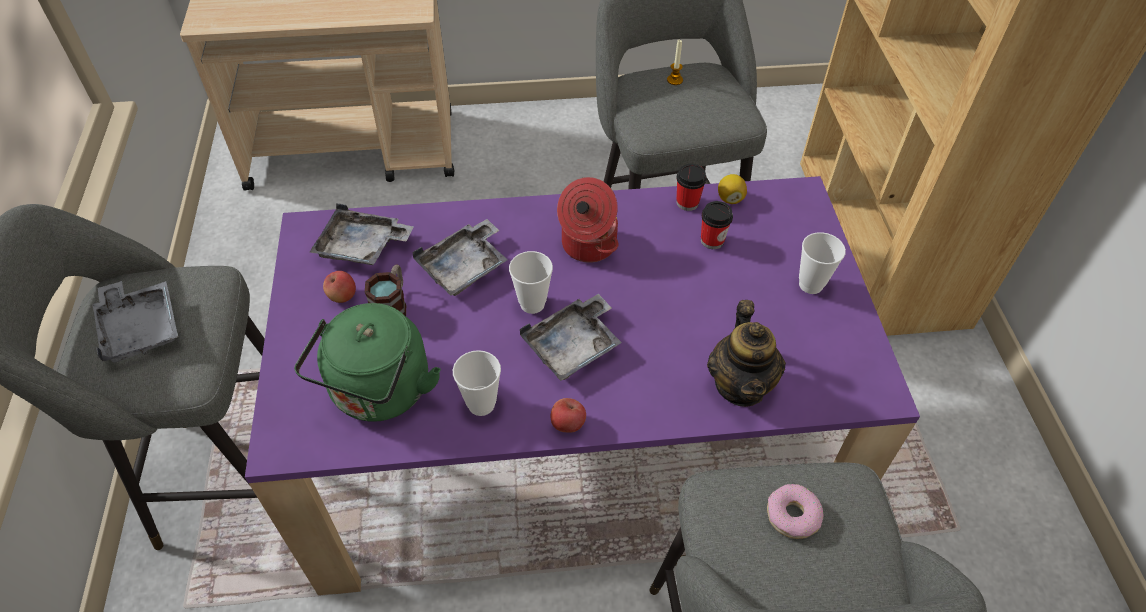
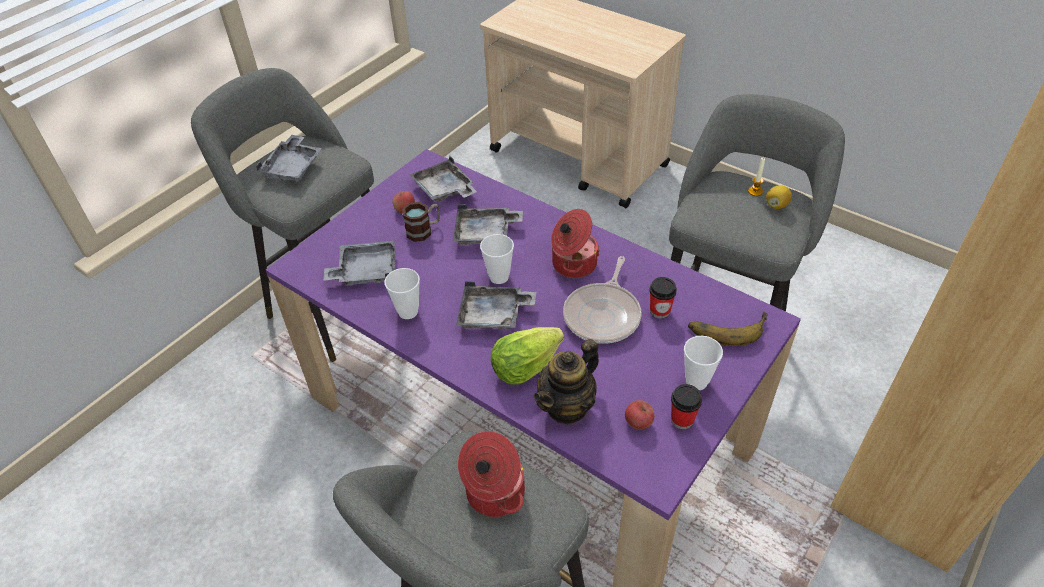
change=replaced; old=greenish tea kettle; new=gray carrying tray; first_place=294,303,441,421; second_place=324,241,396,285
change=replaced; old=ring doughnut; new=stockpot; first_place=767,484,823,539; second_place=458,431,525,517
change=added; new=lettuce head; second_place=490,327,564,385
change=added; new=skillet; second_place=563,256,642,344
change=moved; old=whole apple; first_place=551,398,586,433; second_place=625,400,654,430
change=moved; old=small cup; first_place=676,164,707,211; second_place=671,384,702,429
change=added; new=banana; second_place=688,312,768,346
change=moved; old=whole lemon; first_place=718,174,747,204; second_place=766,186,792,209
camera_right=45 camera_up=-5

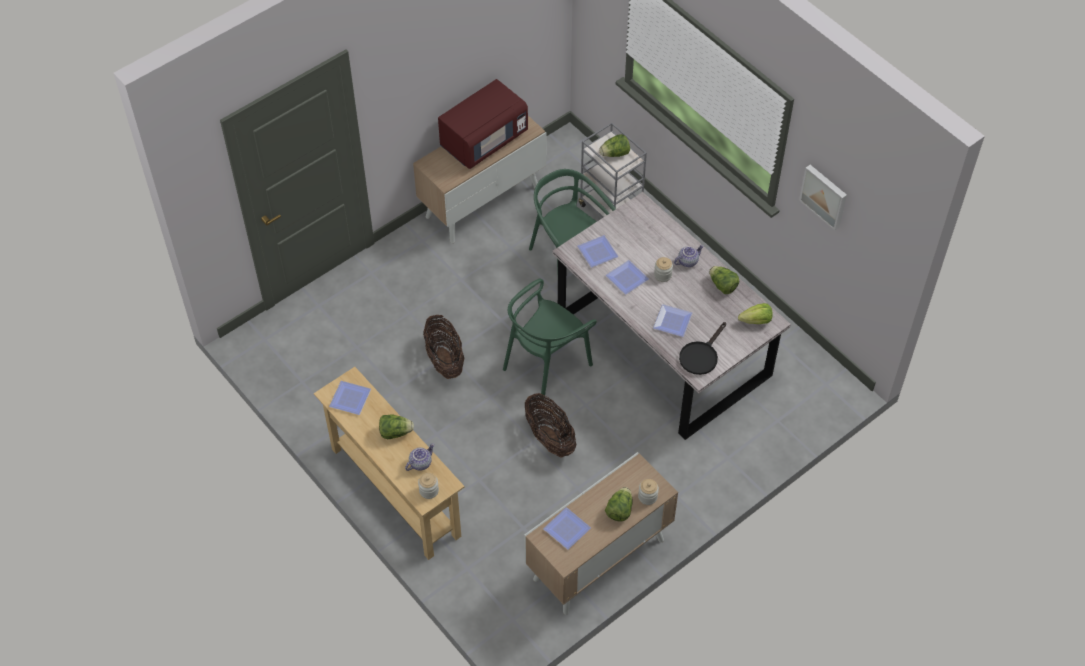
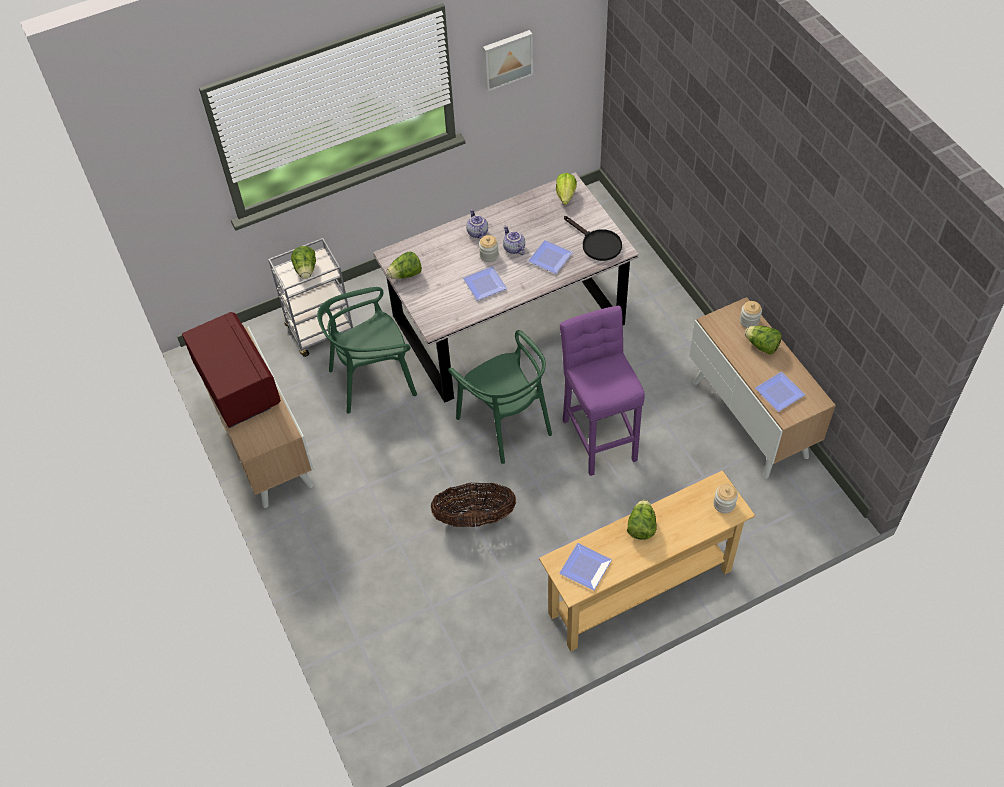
change=moved; old=lettuce head; first_place=709,266,739,294; second_place=387,251,422,279
change=moved; old=teapot; first_place=405,443,435,471; second_place=503,226,525,255
change=replaced; old=basket; new=purple-coloured stool seat; first_place=525,393,576,458; second_place=560,305,644,476
change=removed; old=dinner plate; first_place=578,235,618,268
camera_right=-75 camera_up=0

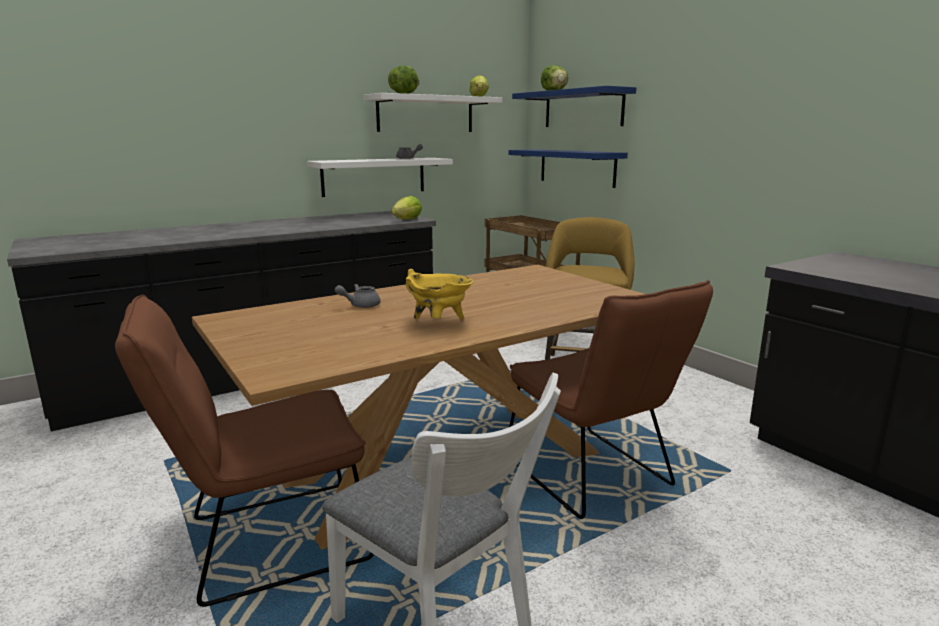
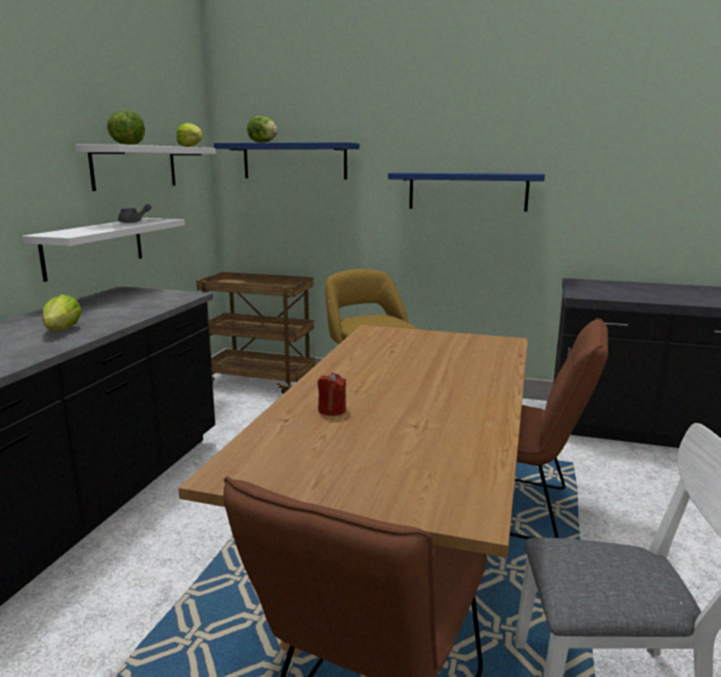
change=moved; old=lettuce head; first_place=392,196,422,219; second_place=43,294,82,331
change=replaced; old=gray teapot; new=red wax candle; first_place=335,284,381,308; second_place=318,372,346,416
change=moved; old=bluish bracket shelf; first_place=508,149,628,188; second_place=388,172,545,212
change=removed; old=yellow-coloured stockpot; first_place=406,269,473,319
camera_right=-40 camera_up=0

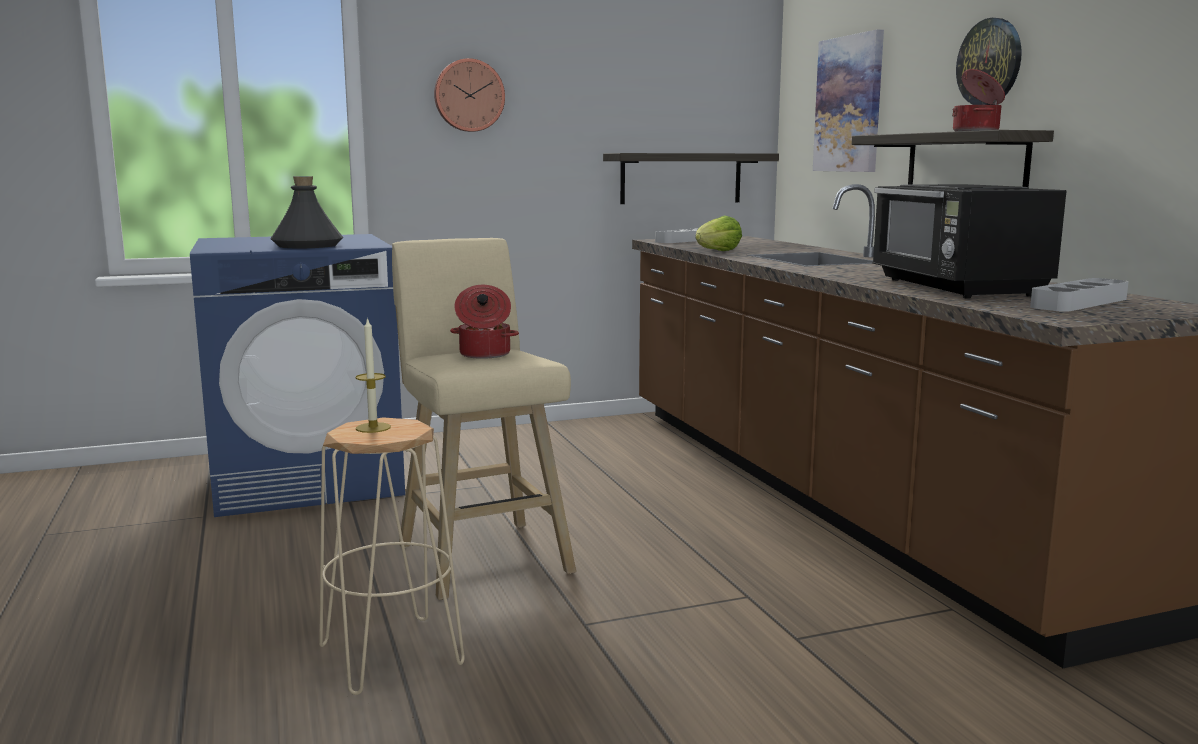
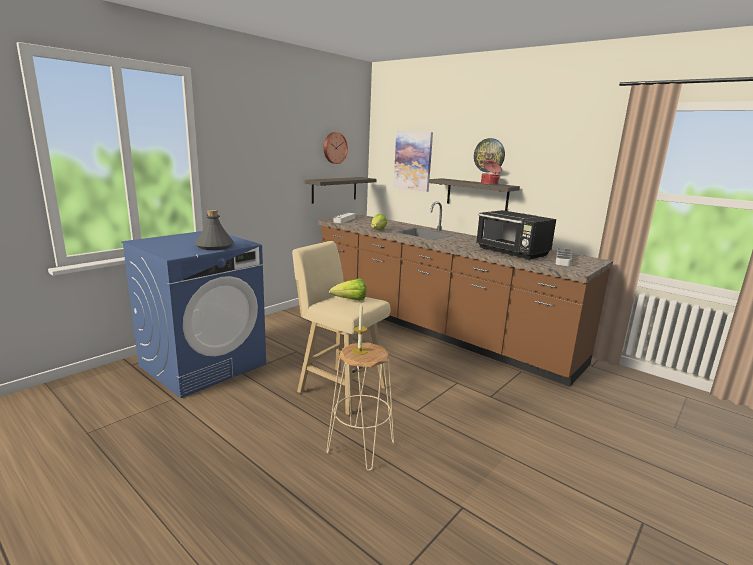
change=moved; old=clock on the wall; first_place=434,58,505,132; second_place=324,132,348,164
change=replaced; old=stockpot; new=lettuce head; first_place=450,285,519,359; second_place=329,279,366,301
camera_right=-30 camera_up=5

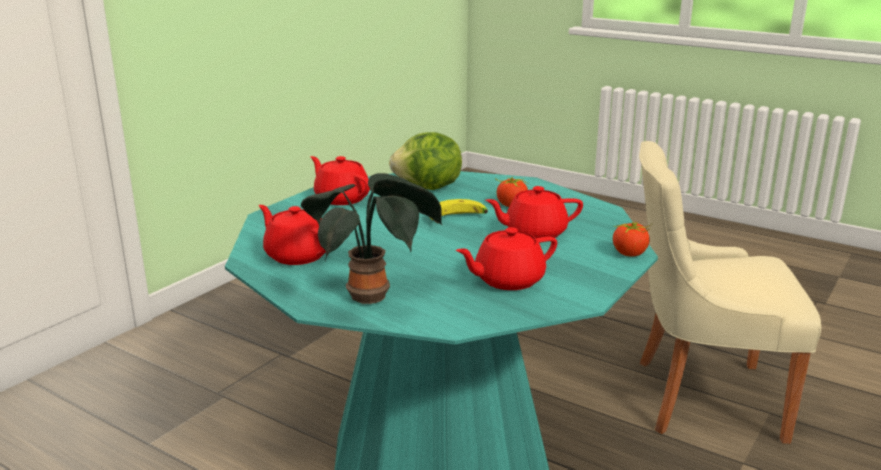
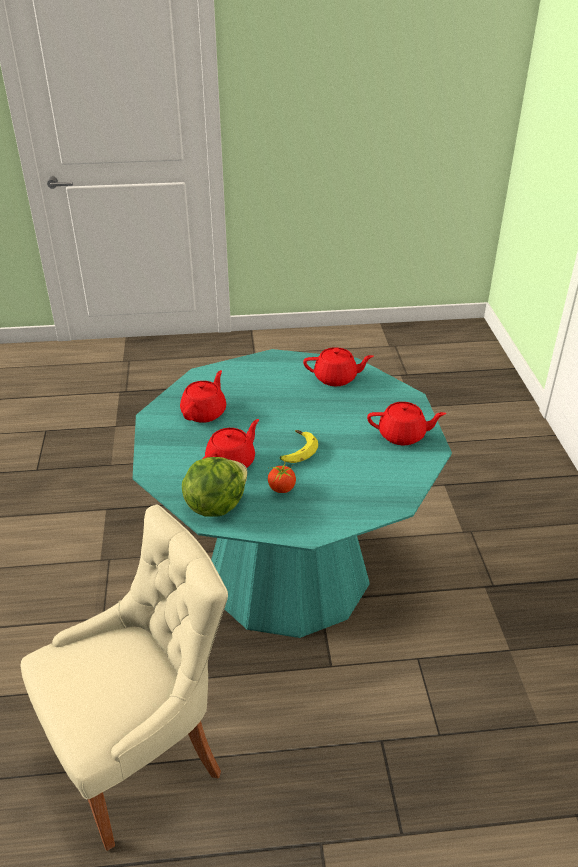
change=moved; old=lettuce head; first_place=389,132,462,190; second_place=182,457,247,517
change=removed; old=plant in a pot; first_place=301,173,443,304
change=removed; old=tomato; first_place=613,222,652,257
camera_right=140 camera_up=15

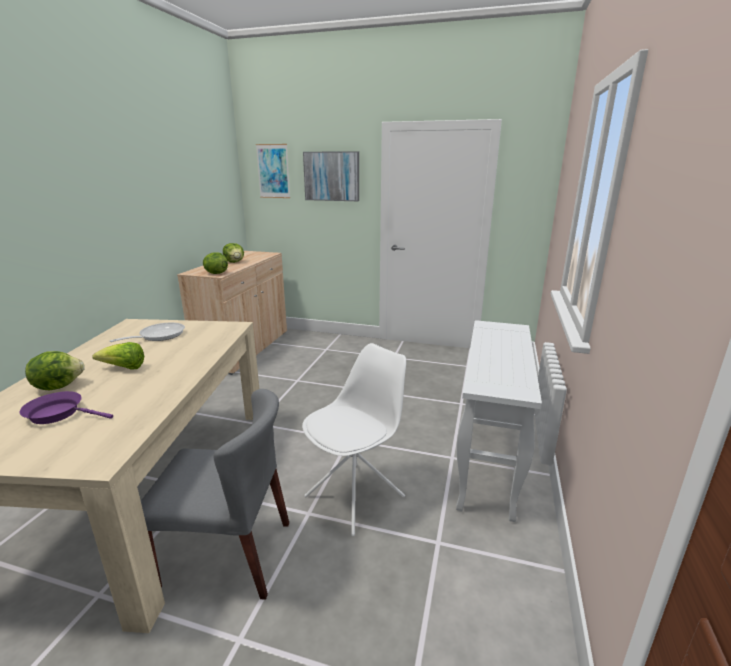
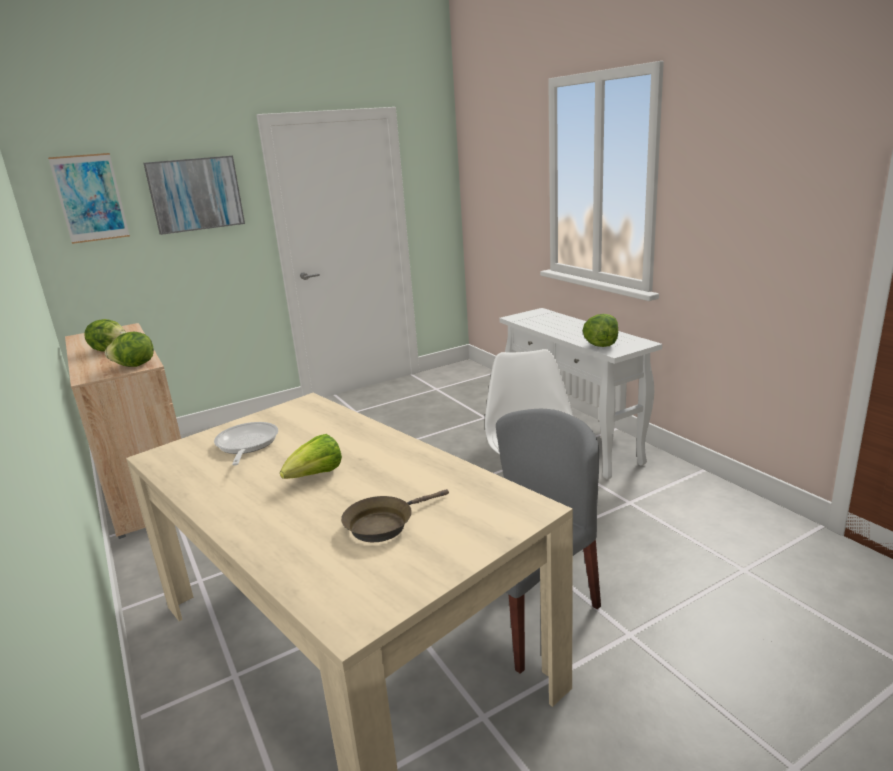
change=recoloured; old=purple-coloured skillet; new=brownish skillet; first_place=19,391,113,424; second_place=341,489,449,542
change=moved; old=lettuce head; first_place=25,351,85,390; second_place=583,314,618,347
camera_right=-45 camera_up=0

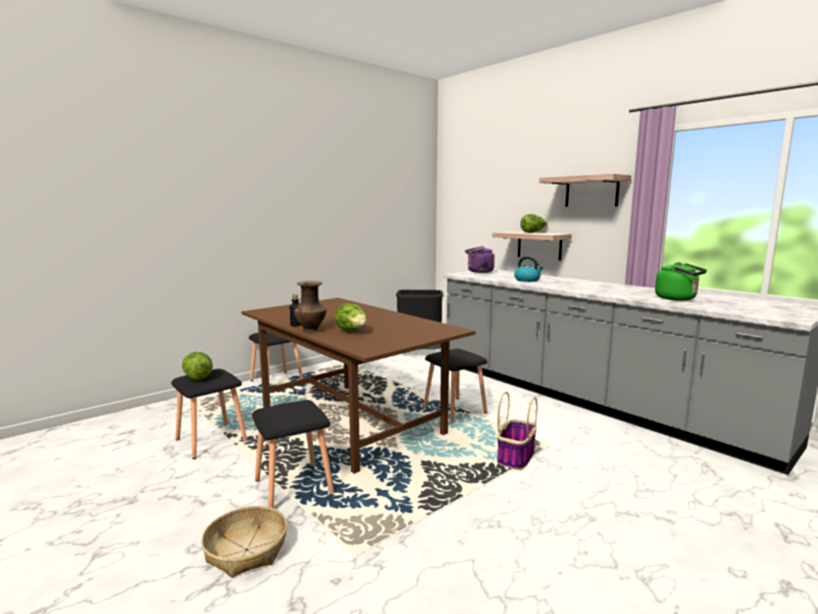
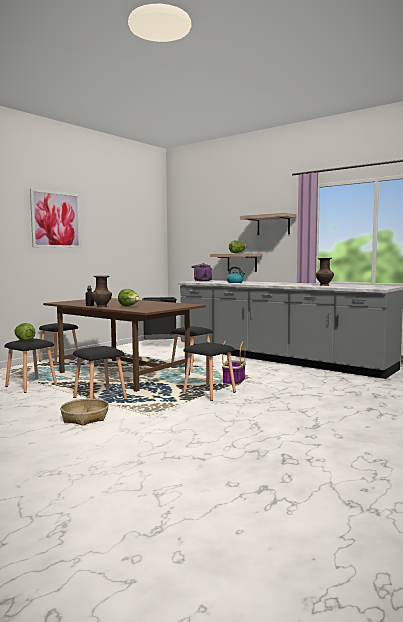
change=added; new=picture; second_place=30,189,81,248
change=added; new=black stool seat; second_place=183,342,236,401
change=replaced; old=greenish tea kettle; new=brownish decorative vase; first_place=655,262,707,301; second_place=316,258,334,286
camera_right=-10 camera_up=-5

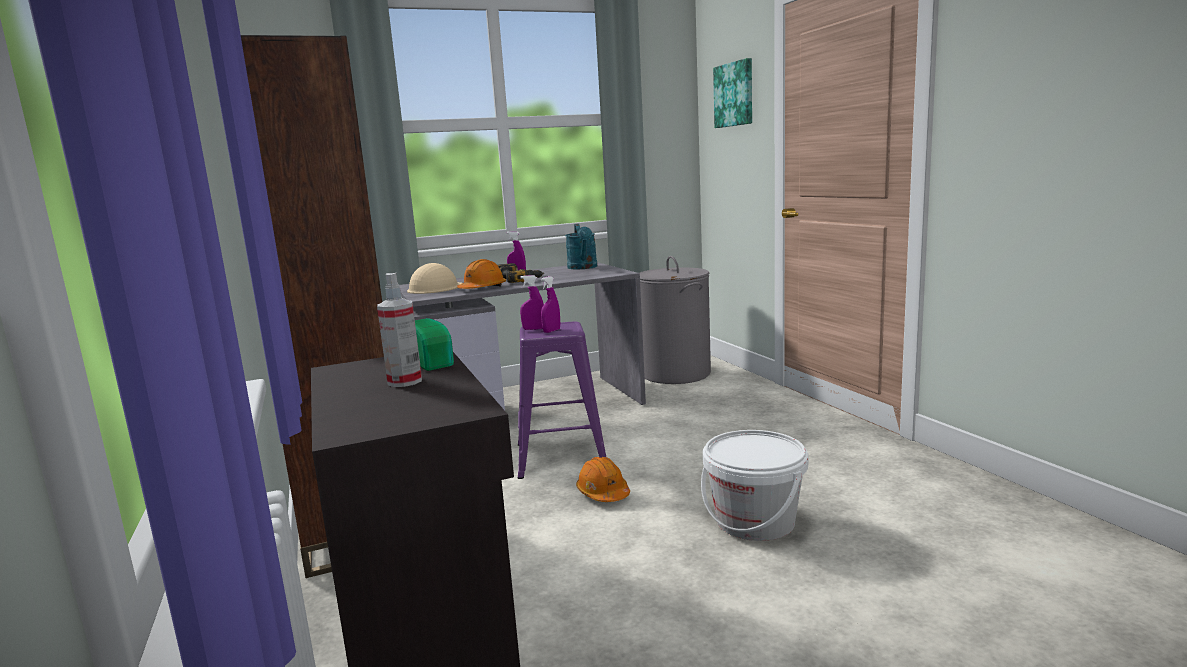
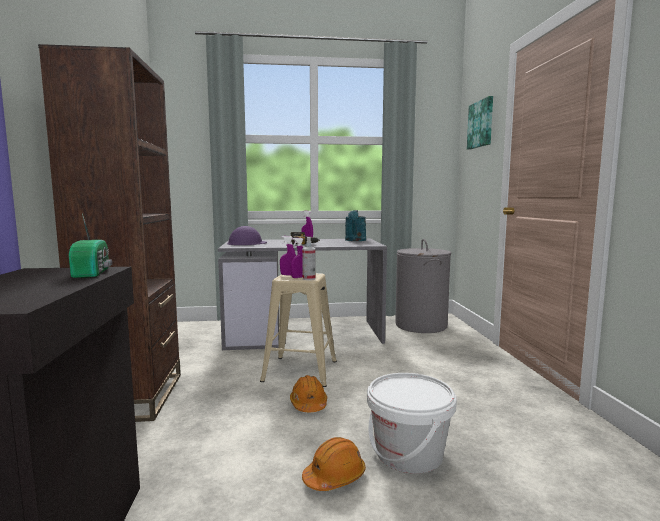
change=recoloured; old=sand-coloured hard hat; new=purple-coloured hard hat; first_place=407,263,462,294; second_place=227,226,267,245
change=recoloured; old=purple-coloured stool seat; new=sand-coloured stool seat; first_place=518,321,606,479; second_place=260,273,337,387
change=moved; old=sprayer; first_place=377,273,422,387; second_place=302,237,316,280
change=moved; old=orange-coloured hard hat; first_place=457,259,506,289; second_place=302,437,366,491
camera_right=15 camera_up=-5

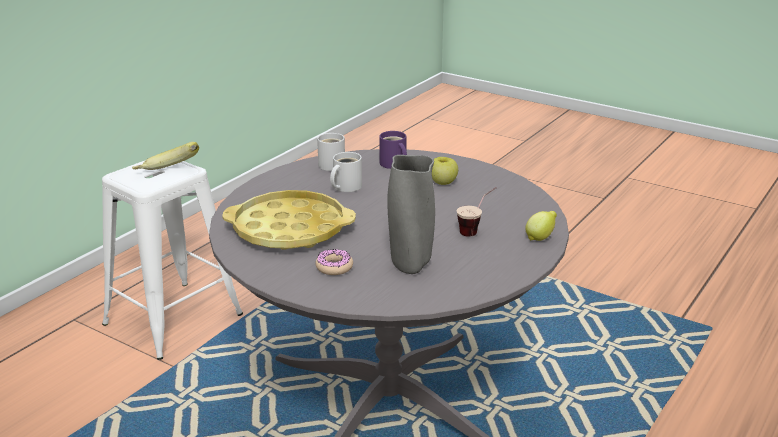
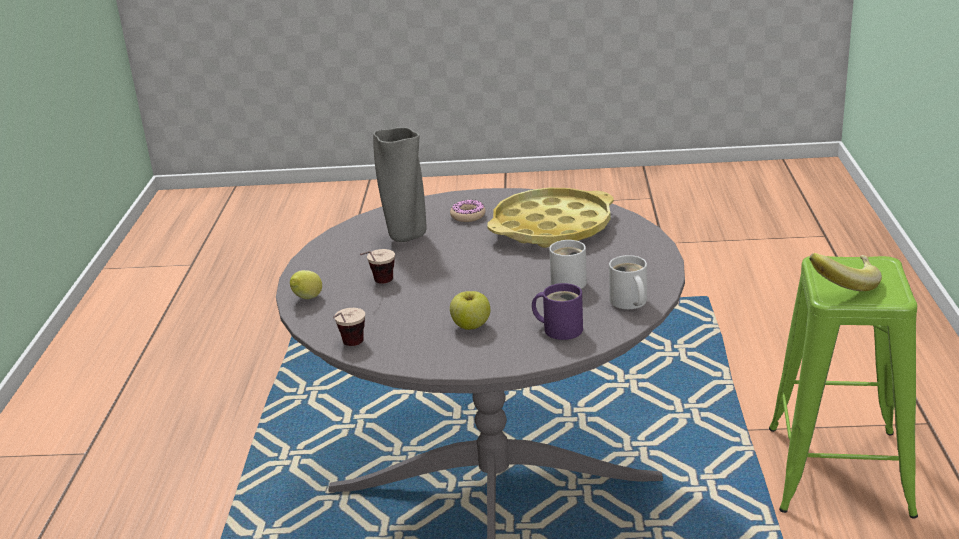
change=added; new=small cup; second_place=333,308,365,346
change=recoloured; old=whitish stool seat; new=greenish stool seat; first_place=102,161,243,360; second_place=769,256,918,518
camera_right=150 camera_up=0

